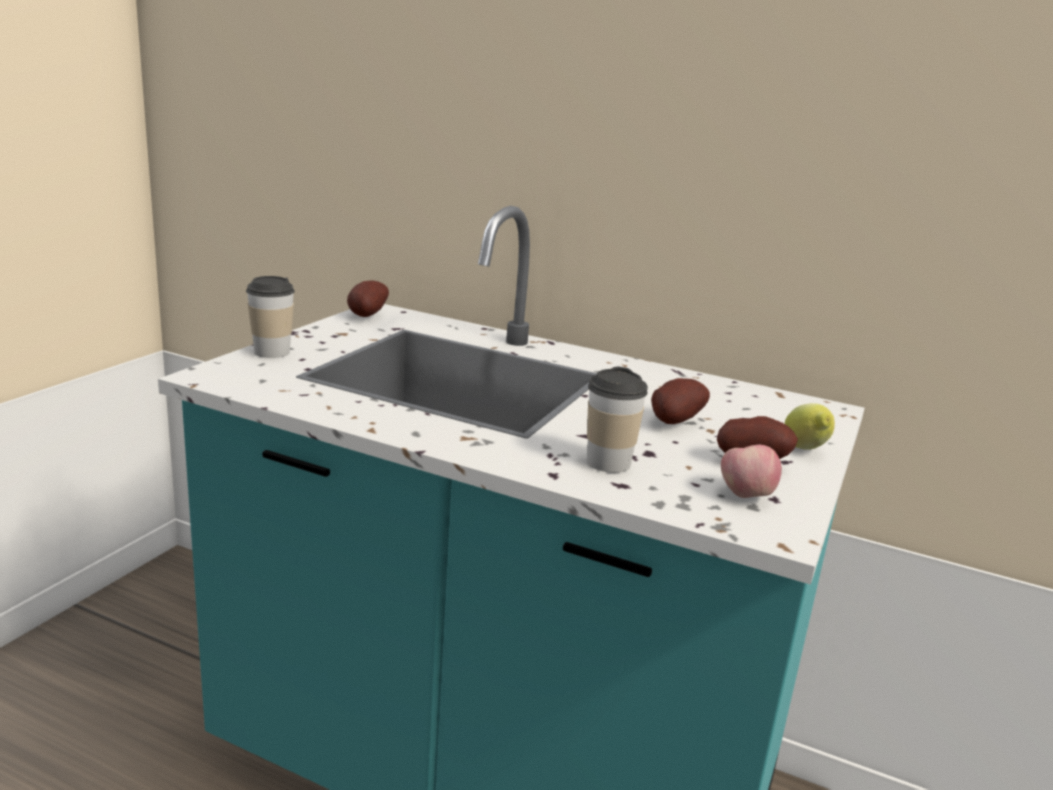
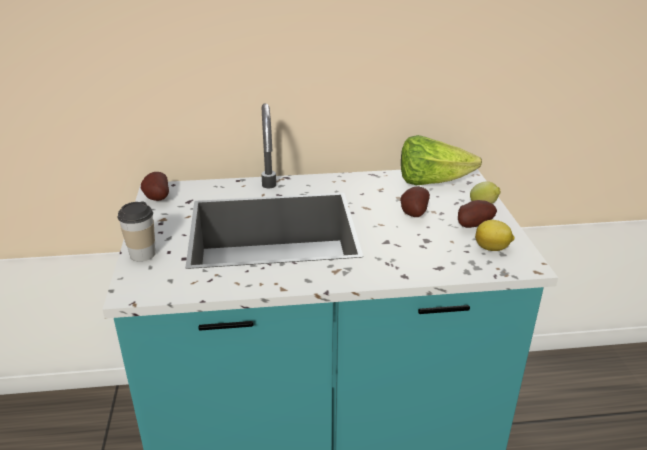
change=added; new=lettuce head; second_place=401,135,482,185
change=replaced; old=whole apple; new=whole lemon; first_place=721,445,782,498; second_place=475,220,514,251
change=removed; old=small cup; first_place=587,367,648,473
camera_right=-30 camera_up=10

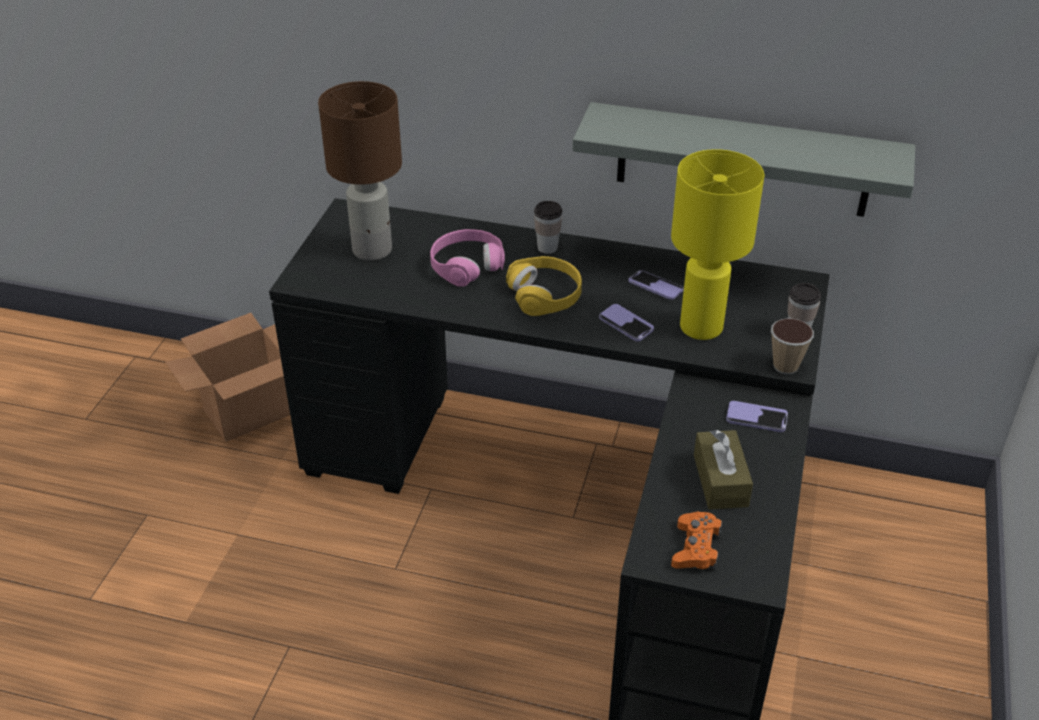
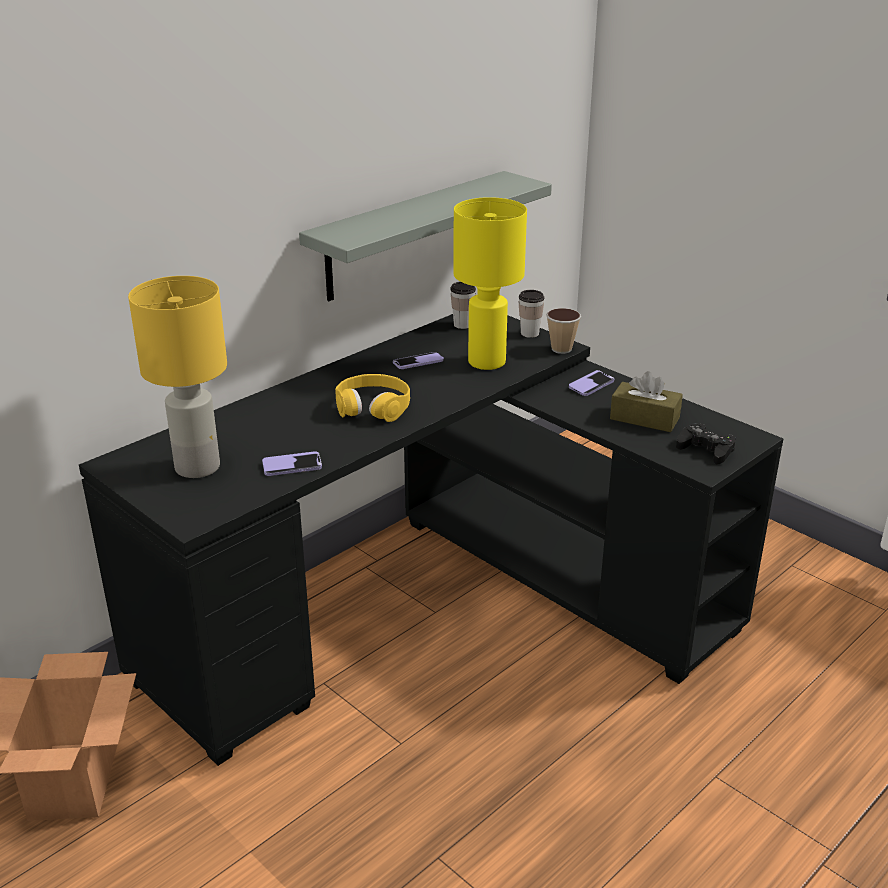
change=recoloured; old=brownish tabletop lamp; new=yellow-coloured tabletop lamp; first_place=318,81,402,261; second_place=128,276,227,478
change=moved; old=telephone; first_place=599,304,654,342; second_place=262,451,322,476
change=moved; old=small cup; first_place=534,201,562,254; second_place=450,282,476,329
change=recoloured; old=orange-coloured game controller; new=black game controller; first_place=671,512,722,570; second_place=676,423,736,465
change=removed; old=pink headphones; first_place=430,229,505,287
camera_right=-60 camera_up=-10

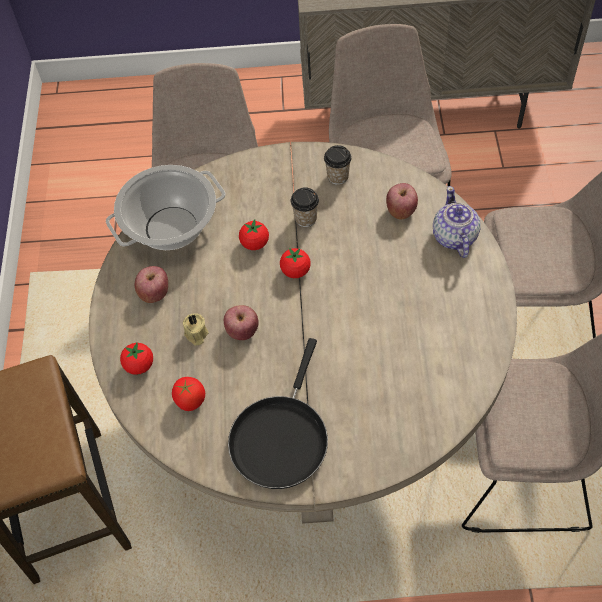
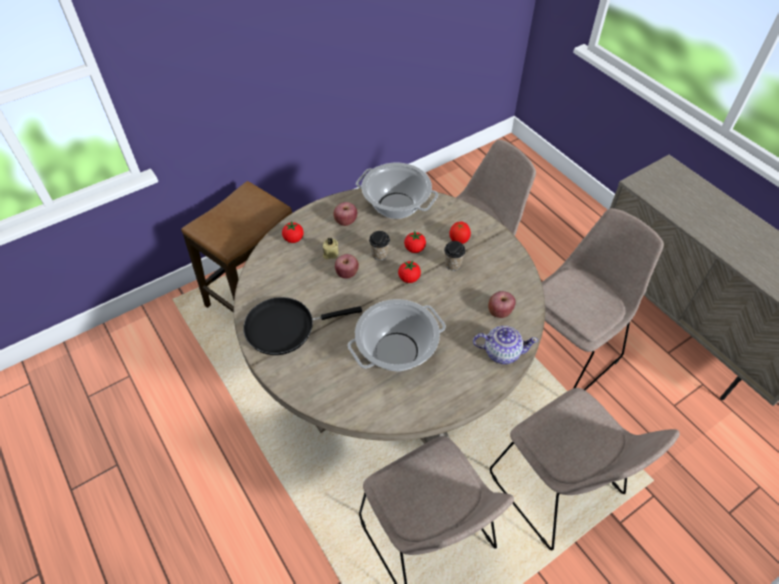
change=added; new=stockpot; second_place=348,299,446,371
change=moved; old=small cup; first_place=324,145,352,185; second_place=369,231,390,260
change=moved; old=tomato; first_place=172,377,205,411; second_place=449,221,471,244
change=turned; old=teapot; first_place=433,186,481,258; second_place=473,326,538,364; degrees=45
camera_right=55 camera_up=-5

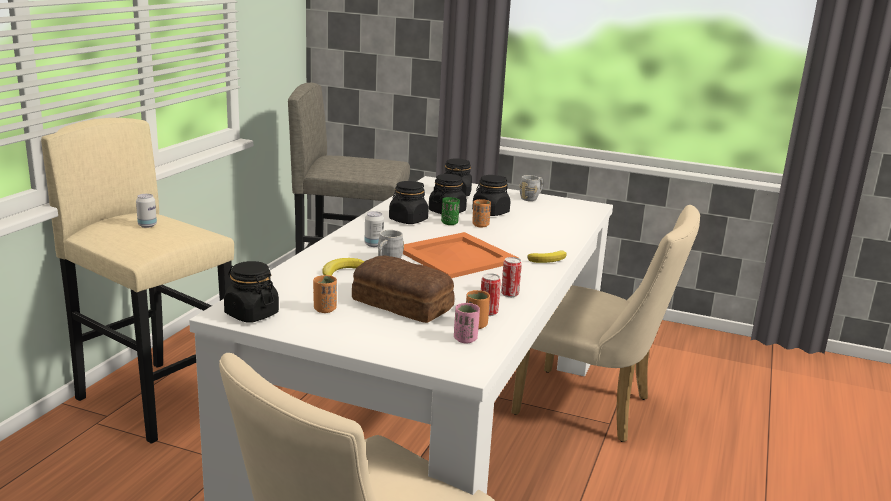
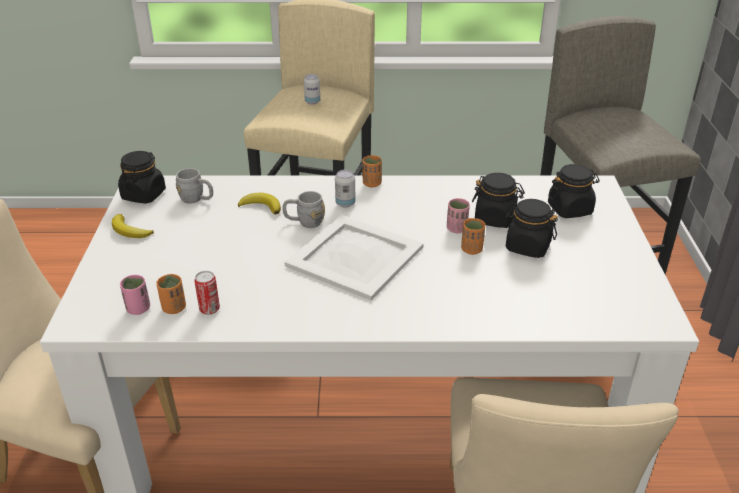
change=moved; old=banana; first_place=527,251,566,263; second_place=112,214,154,238
change=moved; old=gray mug; first_place=519,175,543,201; second_place=176,168,213,204
change=recoloured; old=orange-coloured carrying tray; new=whitish carrying tray; first_place=403,232,518,278; second_place=284,215,424,300
change=moved; old=orange-coloured small cup; first_place=313,275,337,313; second_place=362,155,382,187
change=recoloured; old=greenish small cup; new=pink small cup; first_place=441,197,460,225; second_place=447,198,470,233
change=removed; old=bread; first_place=352,255,455,323
change=removed; old=black jar; first_place=389,181,429,224
change=removed; old=sealed can; first_place=501,257,522,297
camera_right=70 camera_up=15

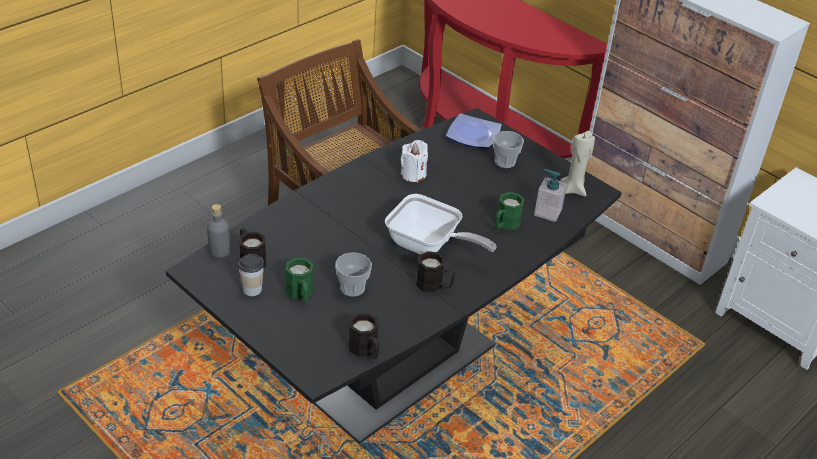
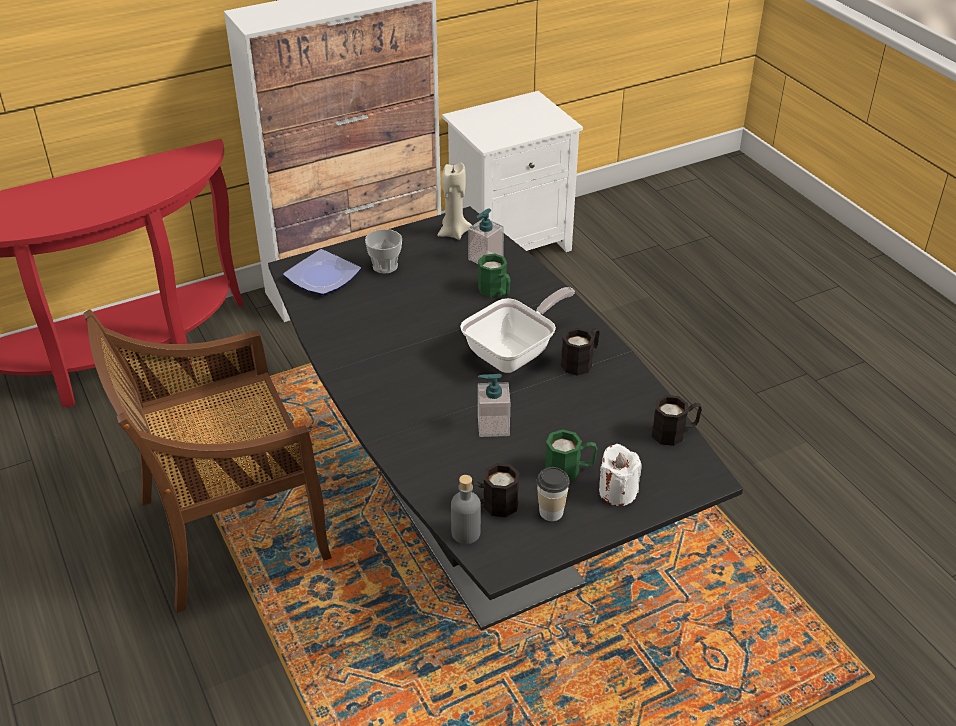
change=added; new=soap dispenser; second_place=478,374,510,437
change=moved; old=whitish wax candle; first_place=401,140,428,182; second_place=599,444,642,506
change=removed; old=small cup; first_place=335,252,372,297
camera_right=-70 camera_up=0

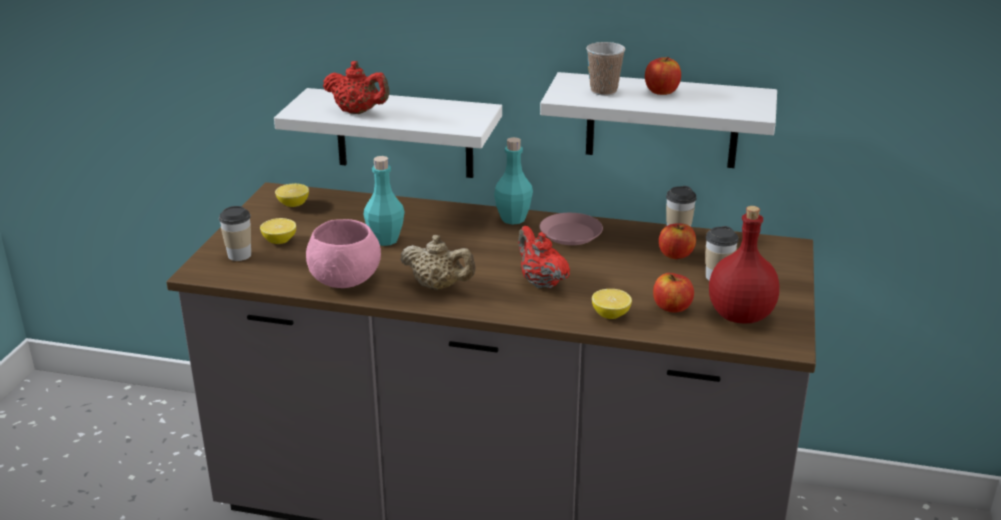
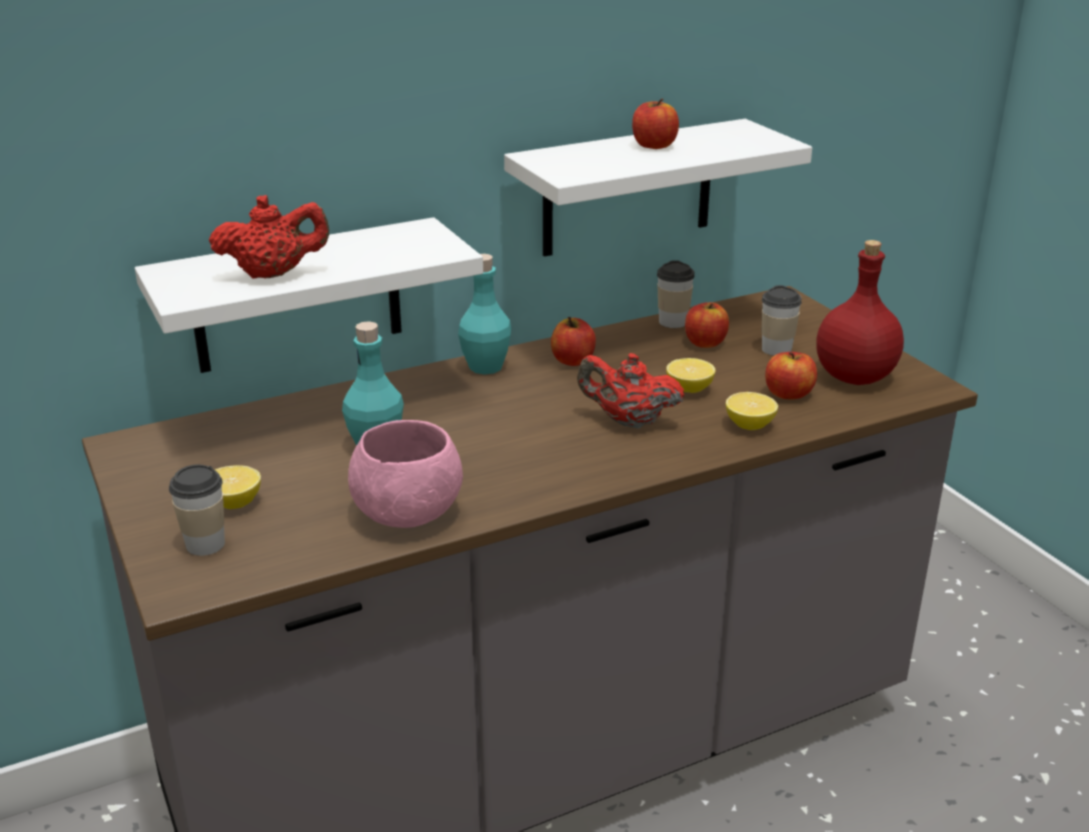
change=replaced; old=pink dinner plate; new=whole apple; first_place=540,213,603,245; second_place=551,317,596,366
change=moved; old=whole lemon; first_place=275,183,309,207; second_place=666,358,716,393
change=removed; old=sand-coloured teapot; first_place=400,235,475,290
change=removed; old=small cup; first_place=586,42,626,96
camera_right=-40 camera_up=0

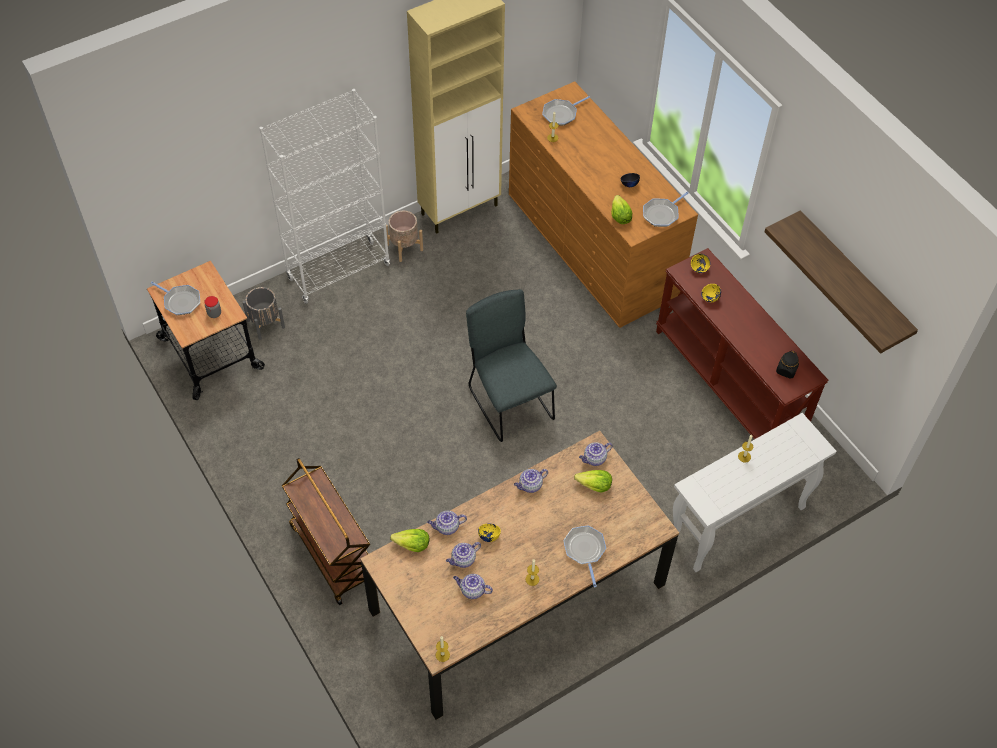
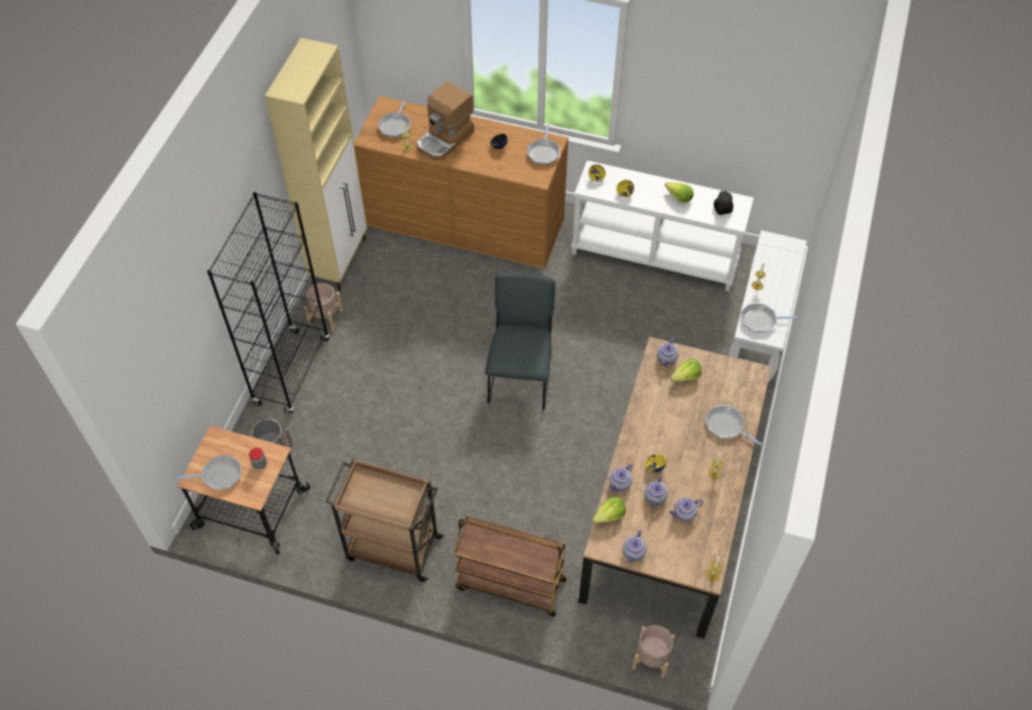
change=recoloured; old=whitish bookshelf; new=black bookshelf; first_place=259,89,390,304; second_place=207,192,329,414
change=added; new=brownish cart; second_place=325,459,445,582
change=added; new=coffee machine; second_place=417,81,474,160
change=turned; old=gray chair; first_place=466,289,557,442; second_place=485,272,556,410; degrees=75
change=recoloured; old=brownish hall table; new=whitish hall table; first_place=656,248,829,439; second_place=571,160,754,291
change=moved; old=teapot; first_place=514,469,548,493; second_place=623,529,647,563
change=added; new=sand-coloured planter; second_place=632,625,675,678
change=moved; old=lettuce head; first_place=611,195,632,224; second_place=665,182,694,203
change=added; new=skillet; second_place=740,303,798,333
change=removed; old=bracket shelf; first_place=764,210,918,354
camera_right=-40 camera_up=0

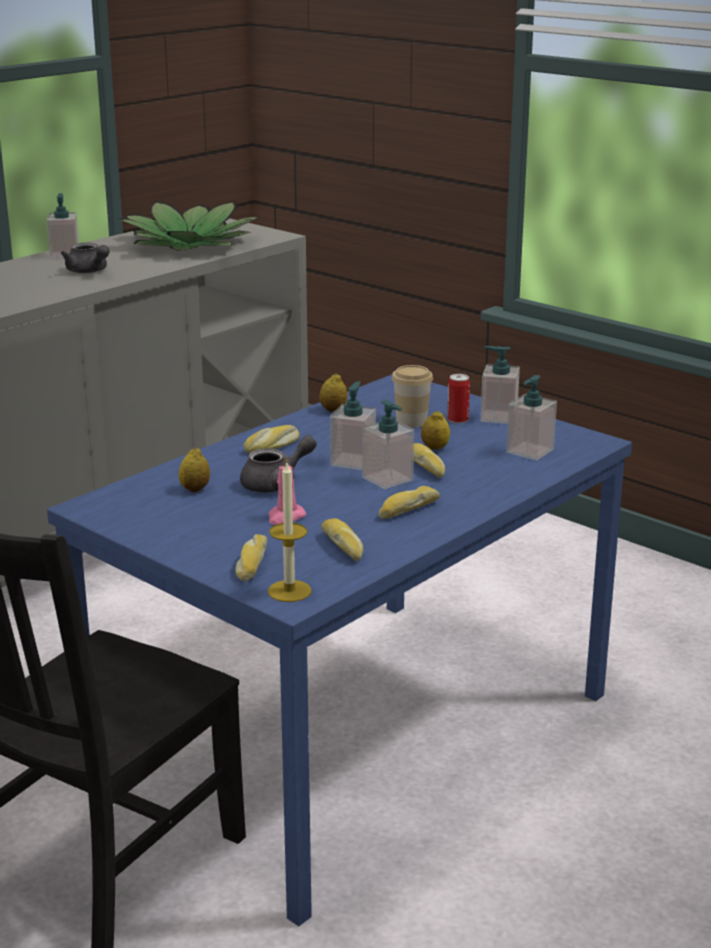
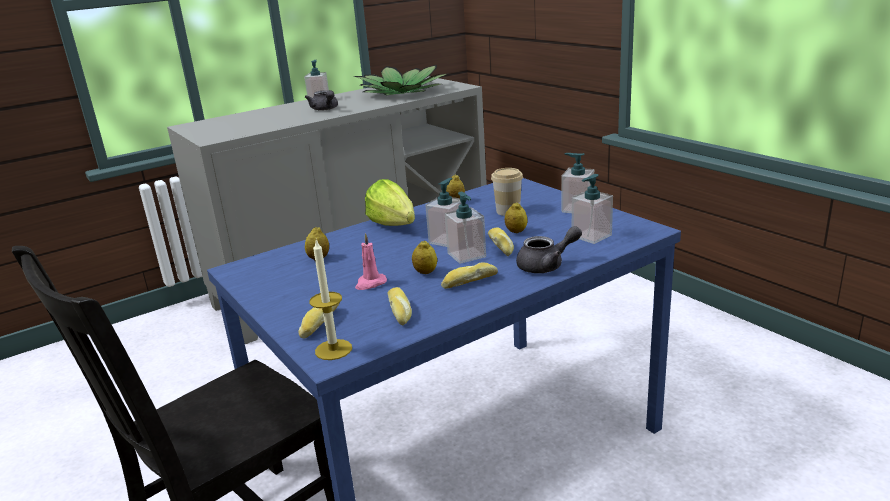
change=replaced; old=bread; new=lettuce head; first_place=243,425,300,453; second_place=365,179,415,226
change=added; new=whole lemon; second_place=412,240,437,274
change=moved; old=gray teapot; first_place=240,435,317,493; second_place=516,226,582,273
change=removed; old=sealed can; first_place=447,374,470,423
camera_right=15 camera_up=0

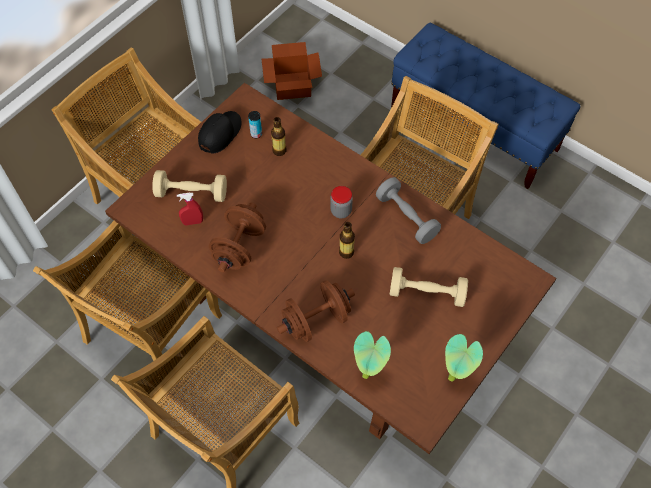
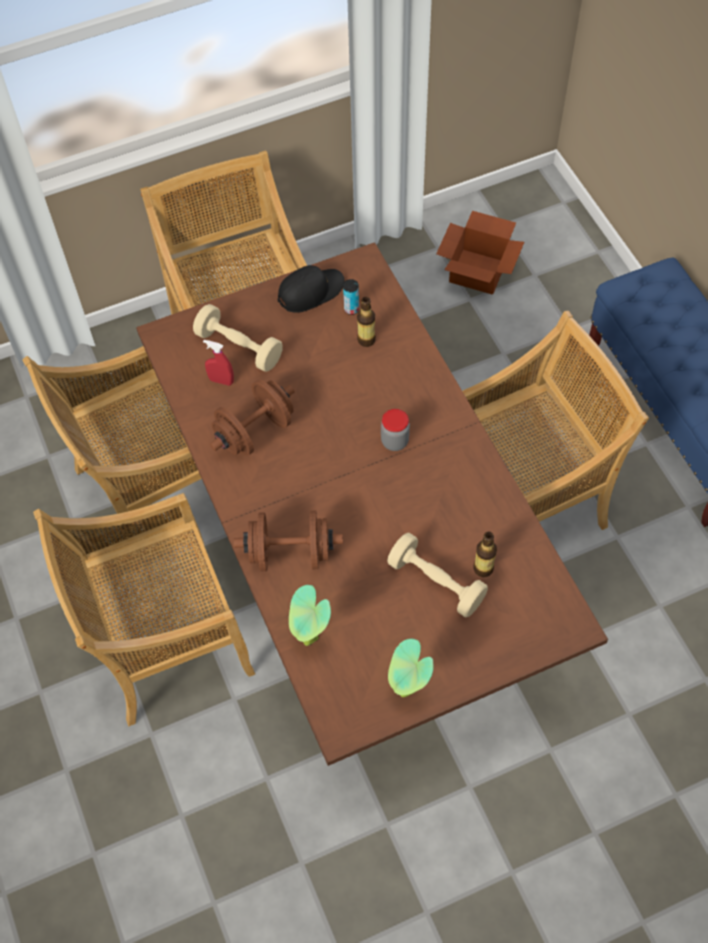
change=moved; old=drink bottle; first_place=339,222,355,259; second_place=473,532,497,577
change=removed; old=gray dumbbell; first_place=376,177,441,244
camera_right=30 camera_up=0

